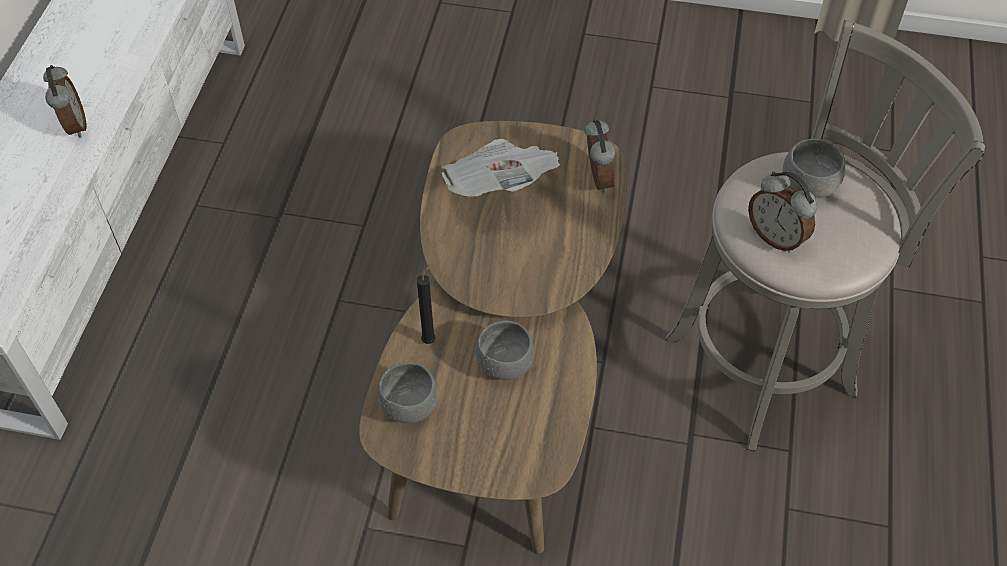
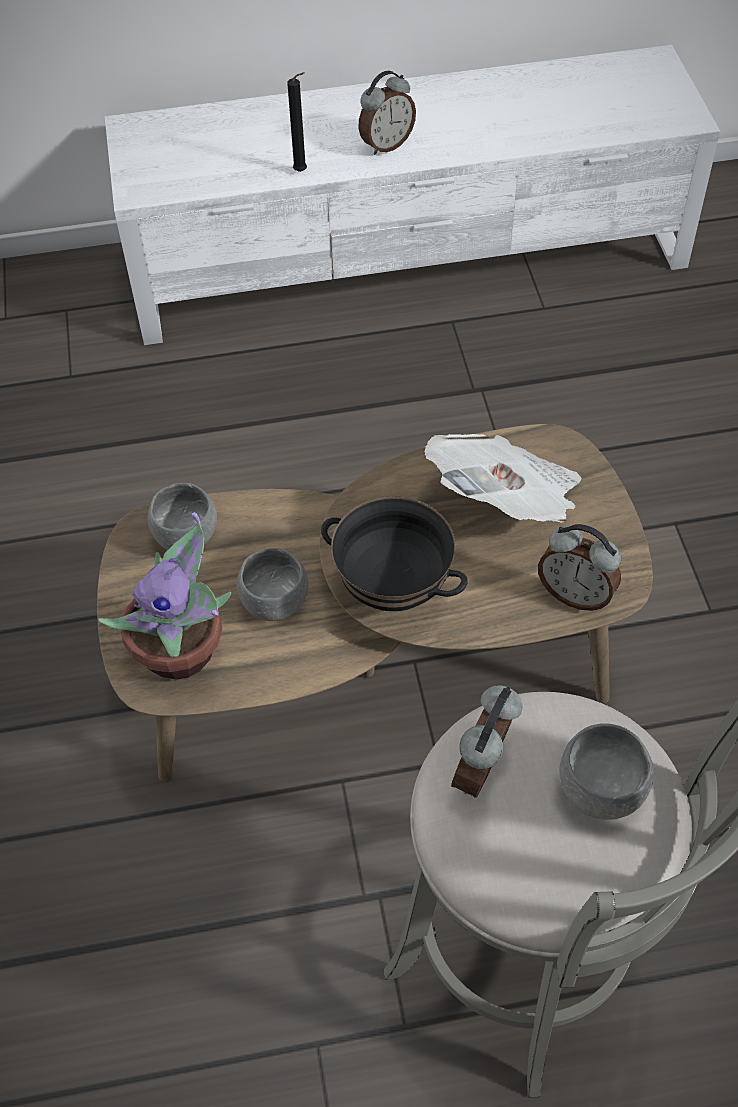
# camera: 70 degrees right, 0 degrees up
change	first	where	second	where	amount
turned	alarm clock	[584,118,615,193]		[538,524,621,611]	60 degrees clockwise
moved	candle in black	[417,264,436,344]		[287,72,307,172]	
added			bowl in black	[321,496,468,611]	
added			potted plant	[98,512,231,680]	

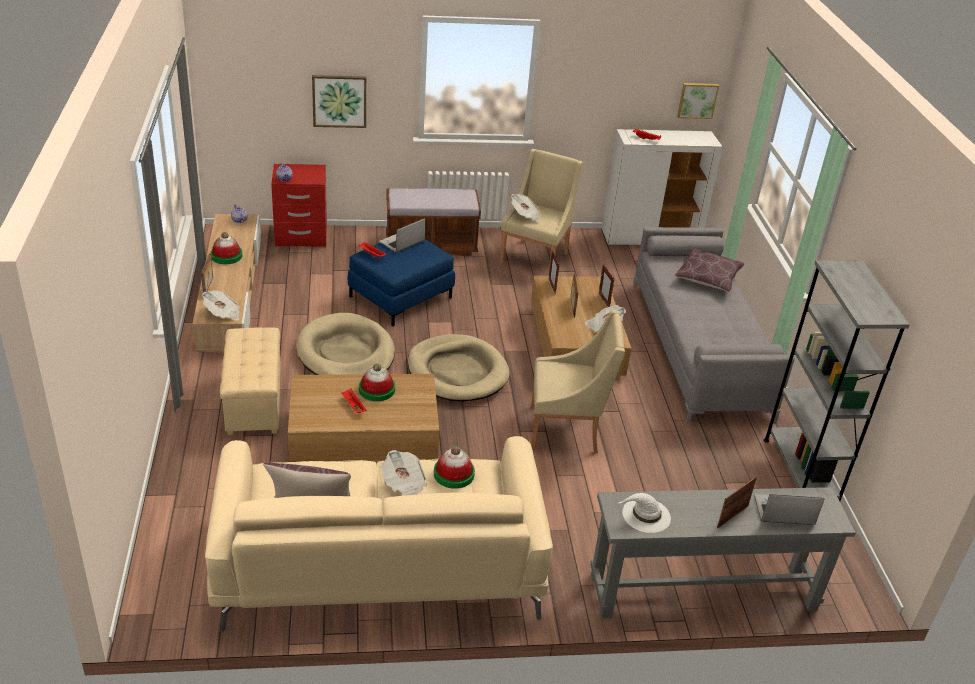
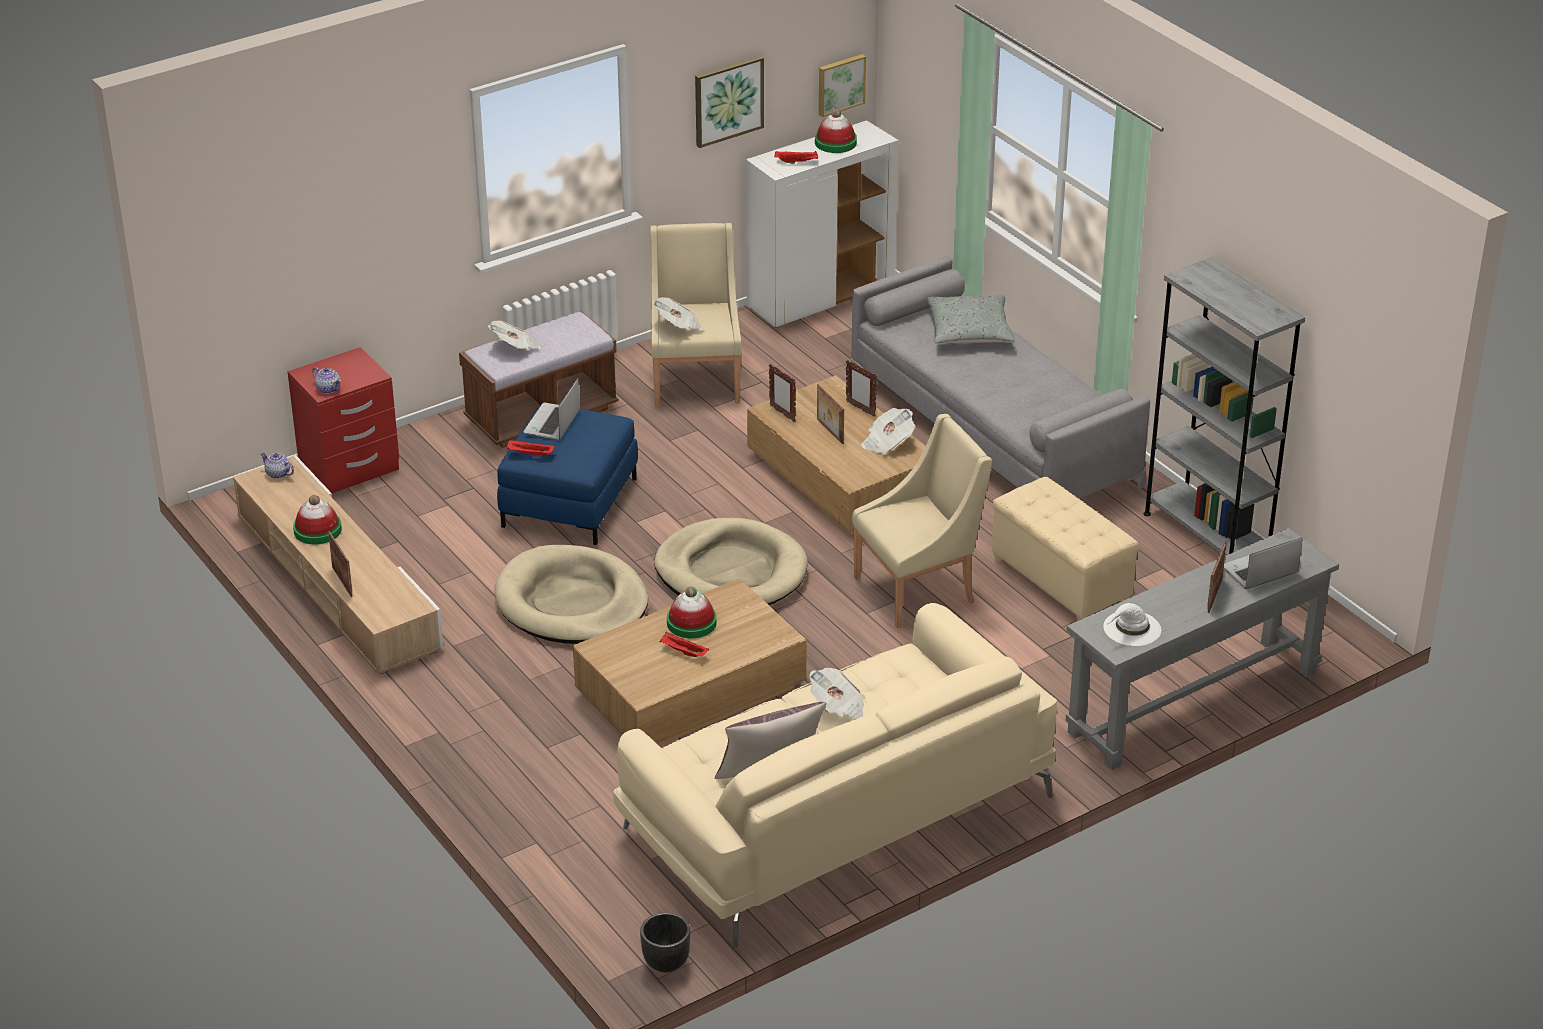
# camera: 25 degrees left, 0 degrees up
change	first	where	second	where	amount
moved	picture	[312,75,366,128]		[695,56,764,148]	
recoloured	pillow in brown	[675,248,745,292]	pillow in grey	[927,295,1015,344]	
moved	newspaper	[202,290,240,321]		[488,320,542,350]	
moved	ottoman in beige	[220,327,281,435]		[992,477,1139,621]	
moved	hat	[434,446,475,489]		[815,109,857,153]	
added			planter in black	[640,912,690,973]	

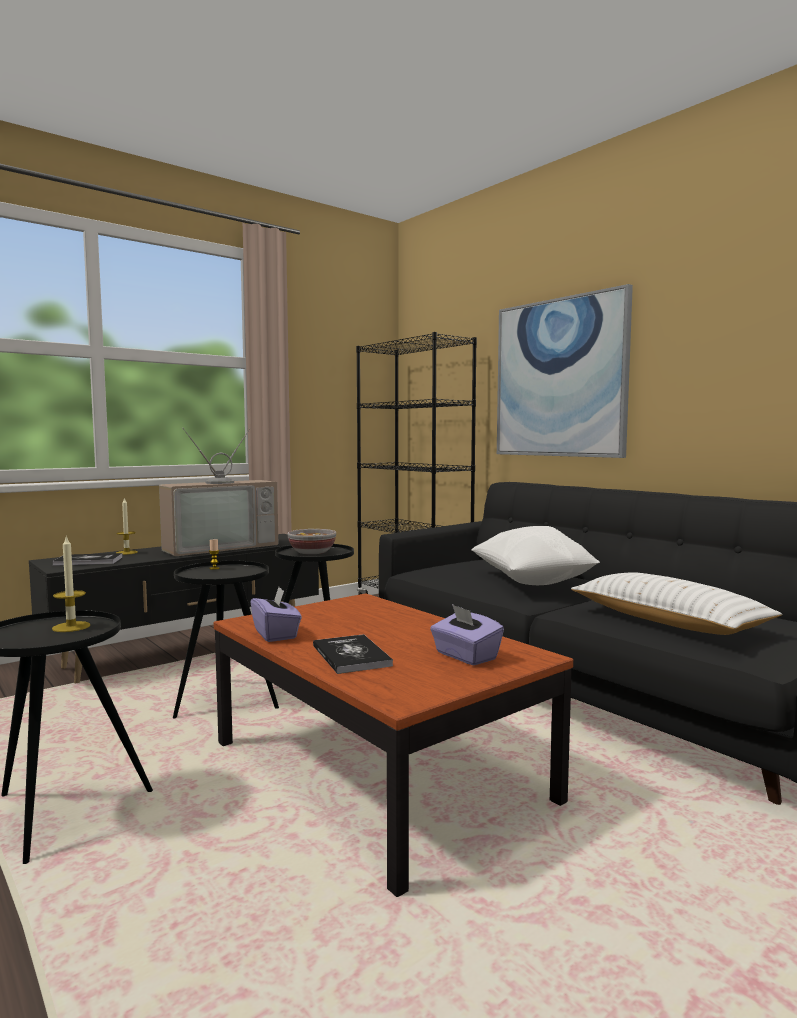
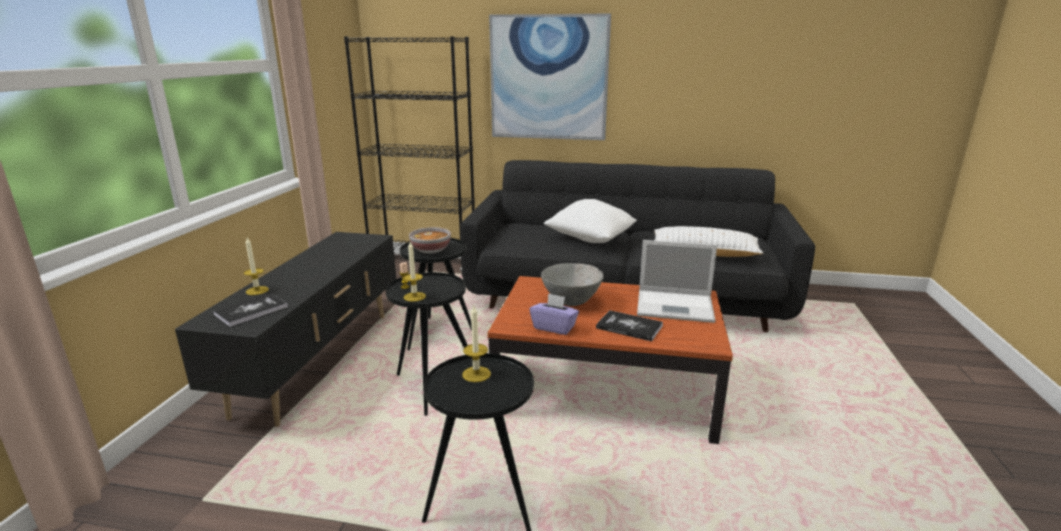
# camera: 40 degrees left, 15 degrees up
change	first	where	second	where	amount
removed	television	[159,428,278,556]			
replaced	tissue box in purple	[430,604,504,666]	laptop	[637,240,717,323]	
added			candle	[404,242,426,302]	
added			bowl in grey	[541,263,604,306]	

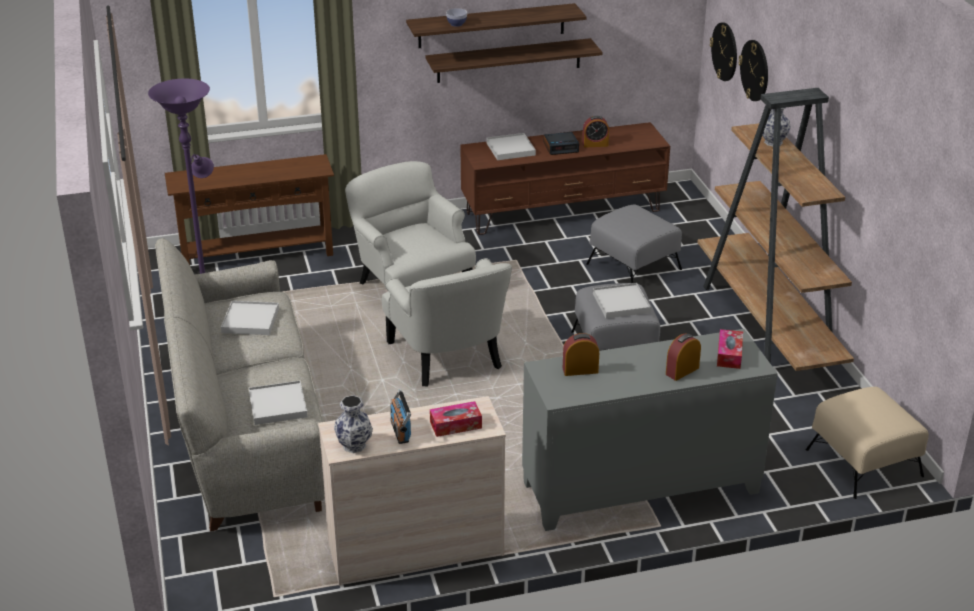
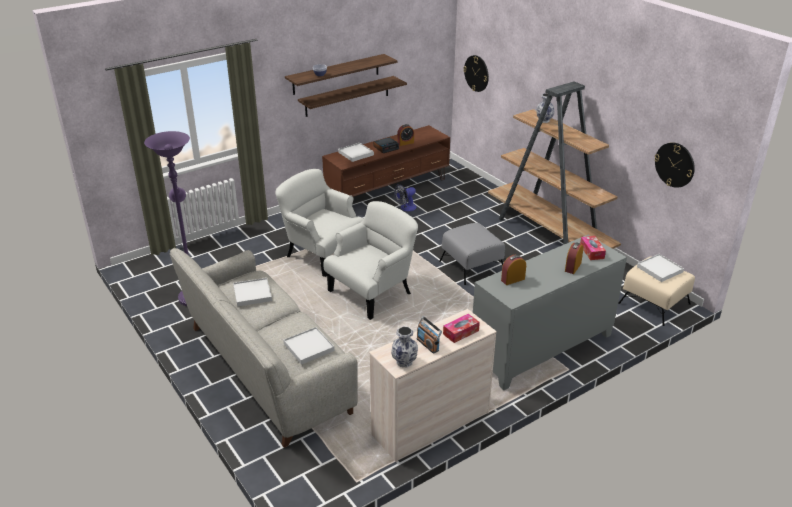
# camera: 20 degrees left, 0 degrees up
change	first	where	second	where	amount
moved	wall clock	[738,40,768,101]		[654,142,695,188]	
removed	console table in brown	[165,154,334,265]			
removed	ottoman in grey	[586,205,682,283]			
turned	armchair in white	[382,258,512,387]		[323,201,418,320]	90 degrees counterclockwise
moved	tray in white	[593,283,651,319]		[637,254,684,282]	
added			fan	[394,184,417,211]	

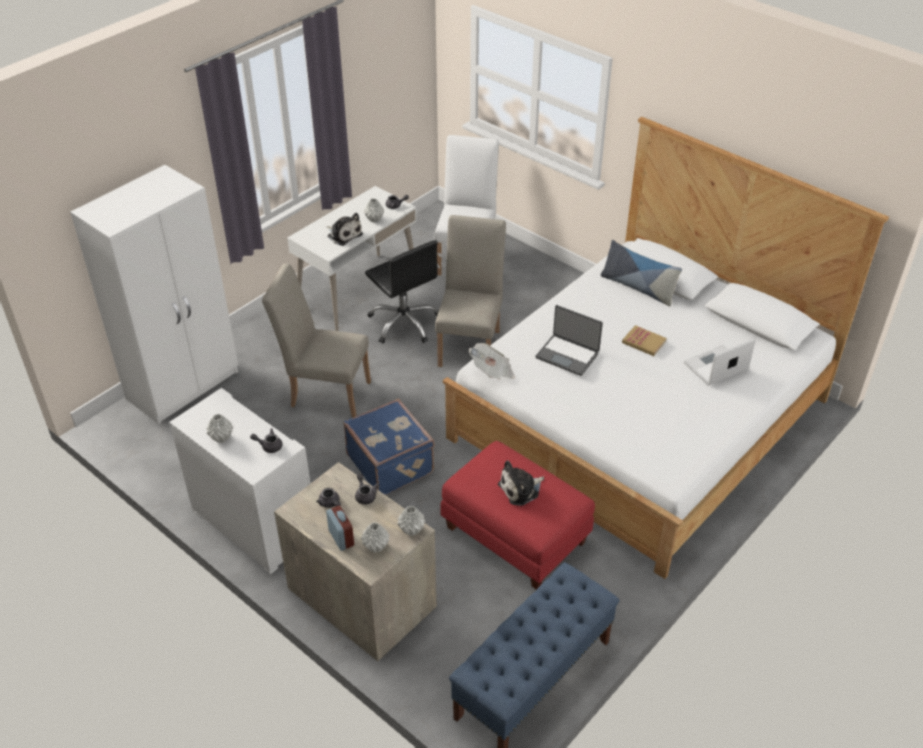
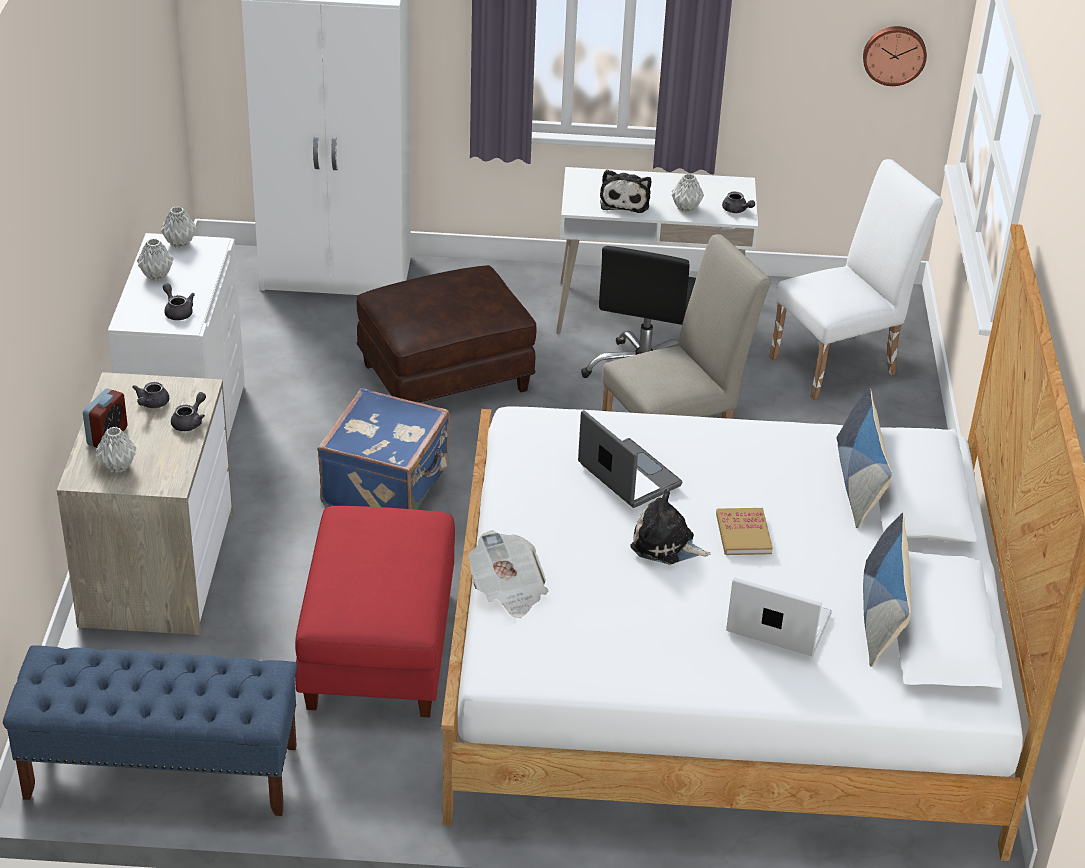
# camera: 50 degrees right, 5 degrees down
change	first	where	second	where	amount
replaced	chair in beige	[262,264,371,417]	ottoman in brown	[357,265,536,403]	
turned	laptop	[535,305,603,376]		[578,410,682,508]	150 degrees clockwise
moved	newspaper	[469,343,515,379]		[468,530,548,618]	
moved	plush toy	[498,460,544,506]		[631,489,711,564]	
moved	vase in grey	[397,506,426,536]		[161,207,196,248]	
added			wall clock	[863,26,927,86]	
added			pillow	[863,513,912,667]	

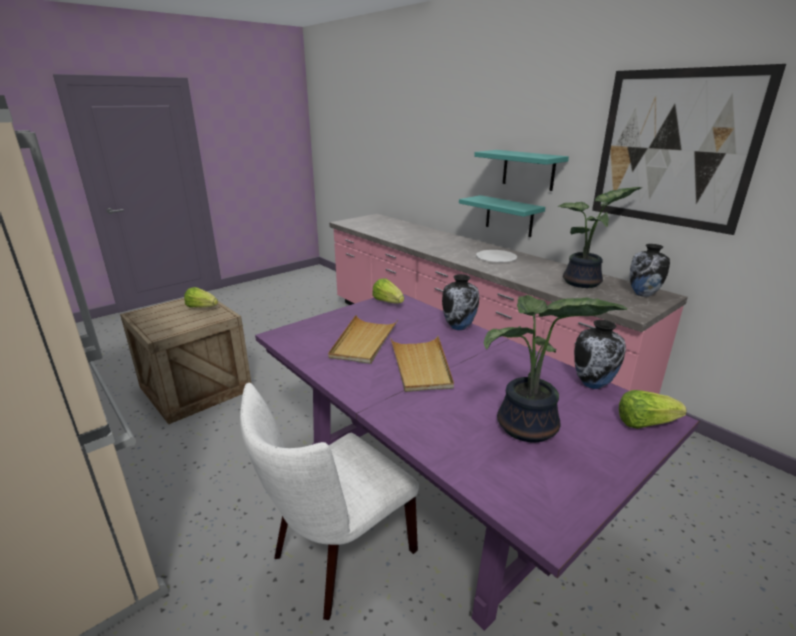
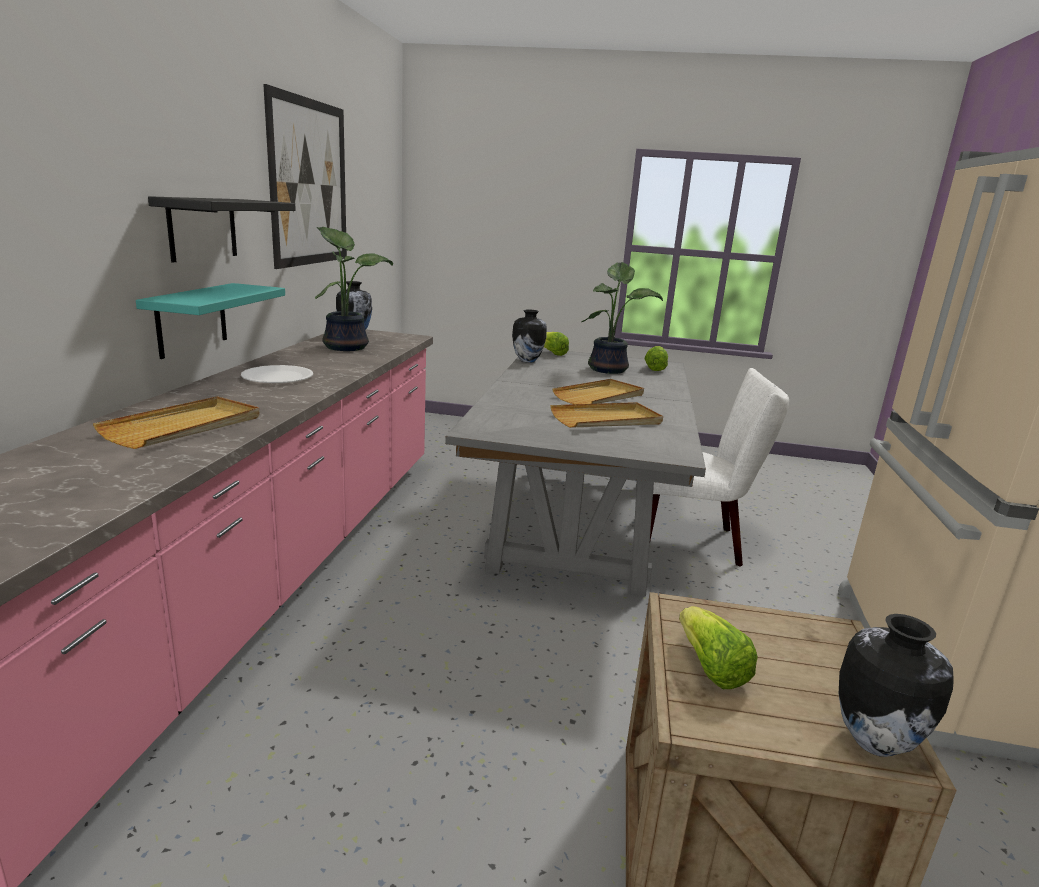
# camera: 130 degrees left, 5 degrees down
change	first	where	second	where	amount
recoloured	shelf in turquoise	[474,150,569,191]	shelf in black	[148,196,296,262]	
moved	vase	[442,274,479,330]		[839,614,954,757]	
moved	lettuce	[372,278,404,304]		[644,346,668,371]	
recoloured	dining table in purple	[255,293,699,631]	dining table in grey	[445,349,706,596]	
added			tray in beige	[93,396,260,449]	

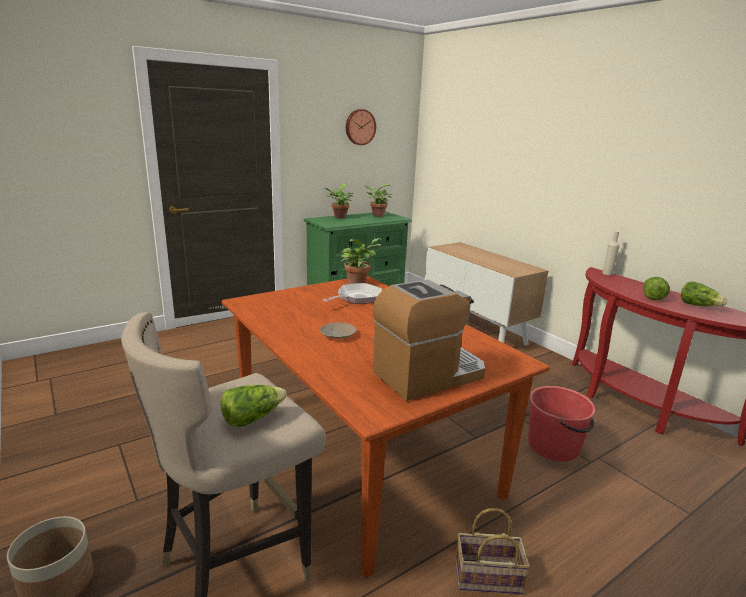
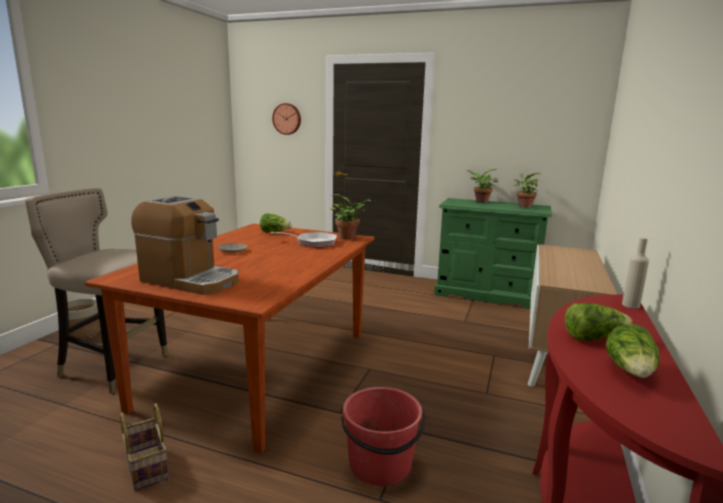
# camera: 55 degrees right, 5 degrees down
change	first	where	second	where	amount
moved	wall clock	[346,109,376,145]		[272,103,301,135]	
moved	lettuce	[221,385,287,427]		[260,213,292,233]	

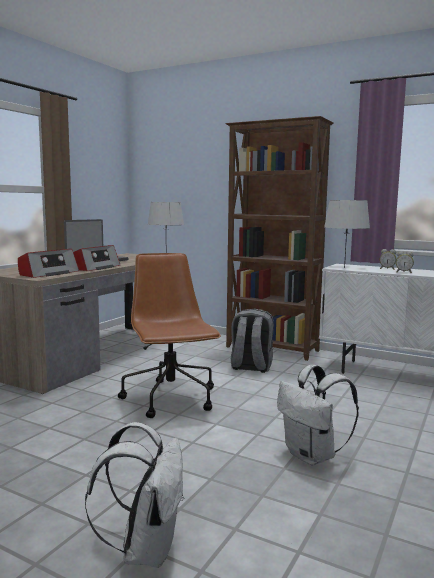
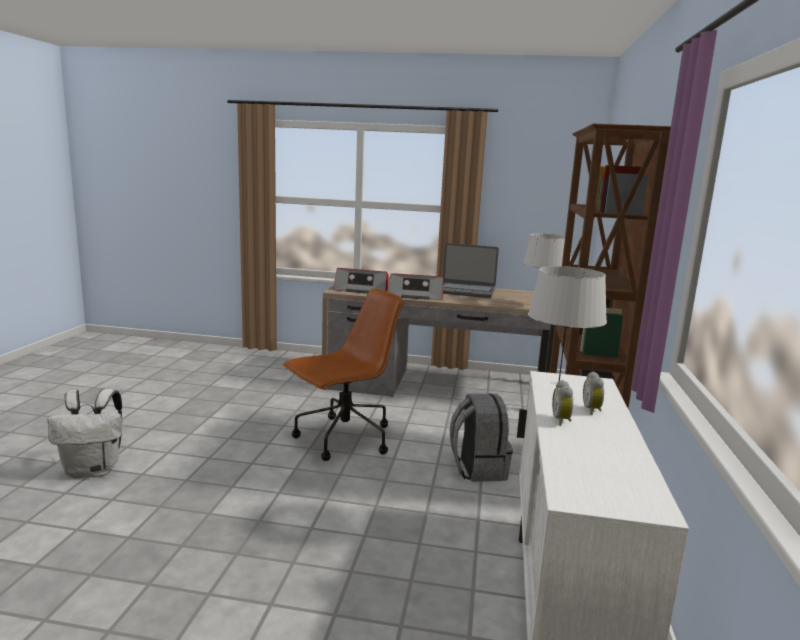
# camera: 70 degrees right, 5 degrees up
change	first	where	second	where	amount
removed	backpack in white	[277,365,359,465]			

